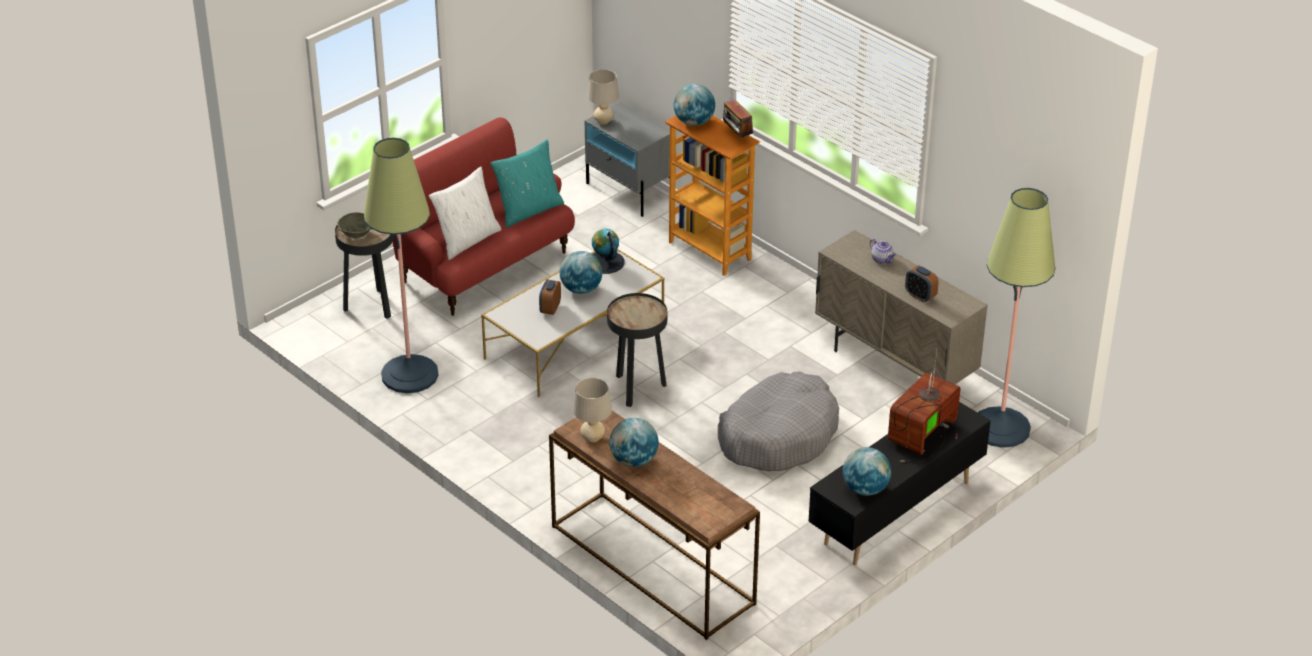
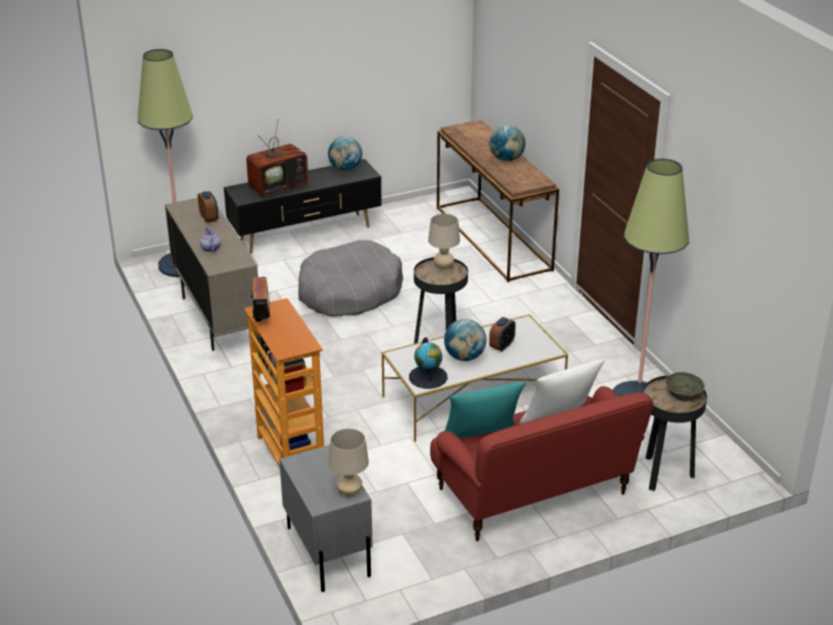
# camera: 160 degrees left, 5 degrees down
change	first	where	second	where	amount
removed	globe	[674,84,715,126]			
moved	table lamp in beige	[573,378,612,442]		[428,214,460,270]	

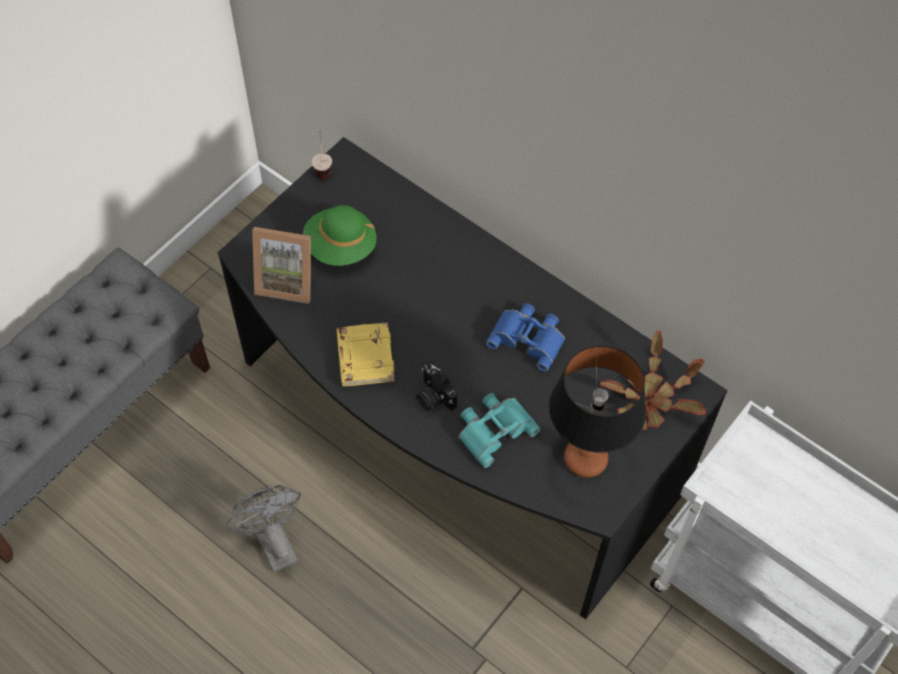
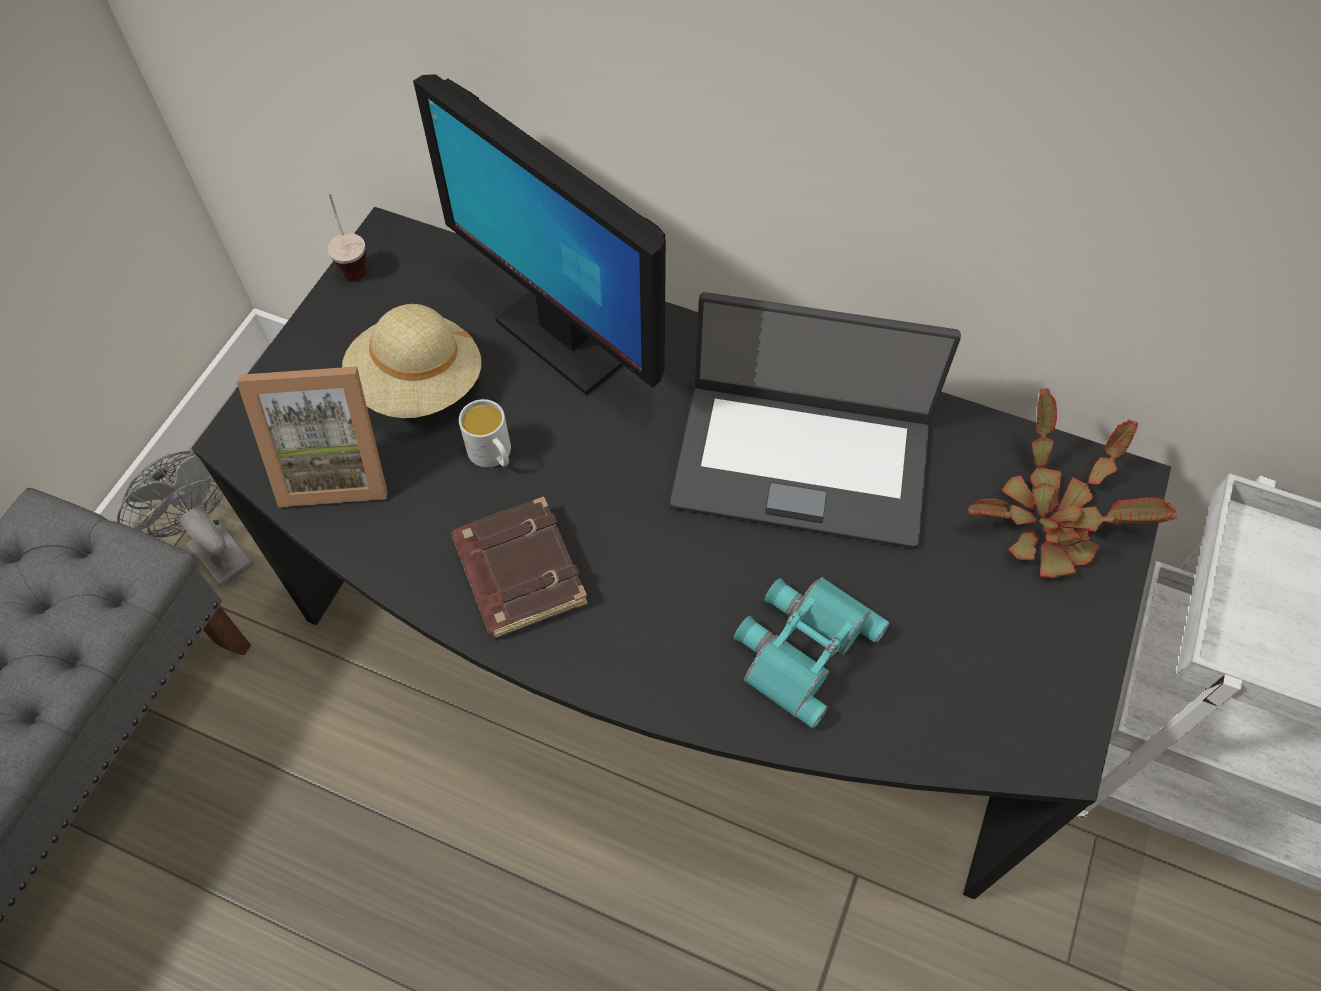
# camera: 15 degrees left, 0 degrees up
change	first	where	second	where	amount
recoloured	hat in green	[303,205,377,266]	hat in beige	[342,304,481,418]	
replaced	binoculars in blue	[486,303,565,372]	laptop	[670,292,961,548]	
recoloured	book in yellow	[336,322,395,386]	book in brown	[451,496,588,639]	
removed	table lamp	[549,345,646,478]			
removed	photo camera	[416,363,457,411]			
moved	fan in grey	[226,485,301,573]		[117,451,254,588]	
added			monitor	[413,74,666,395]	
added			mug in white	[459,399,511,467]	

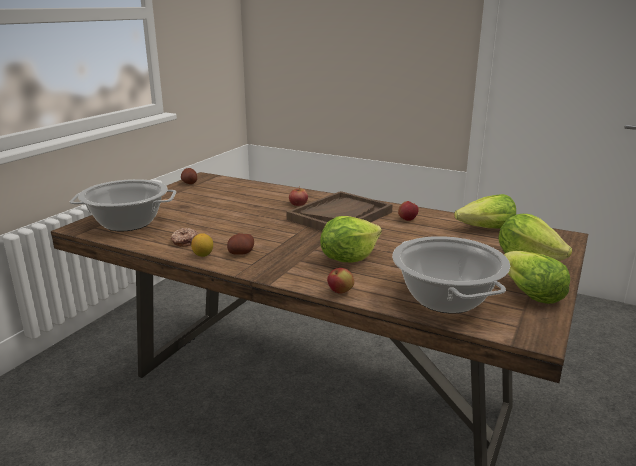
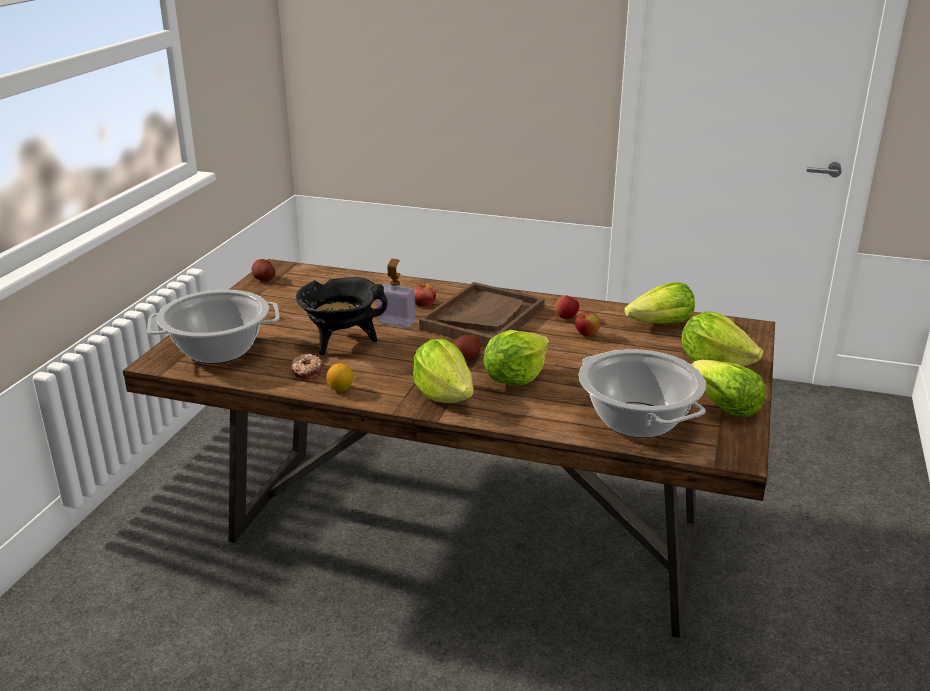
# camera: 10 degrees left, 5 degrees up
change	first	where	second	where	amount
moved	potato	[227,233,254,255]		[454,335,481,360]	
moved	apple	[327,268,354,294]		[575,311,600,336]	
added			soap dispenser	[376,259,415,328]	
added			cooking pot in black	[296,277,387,355]	
added			lettuce	[413,339,474,403]	

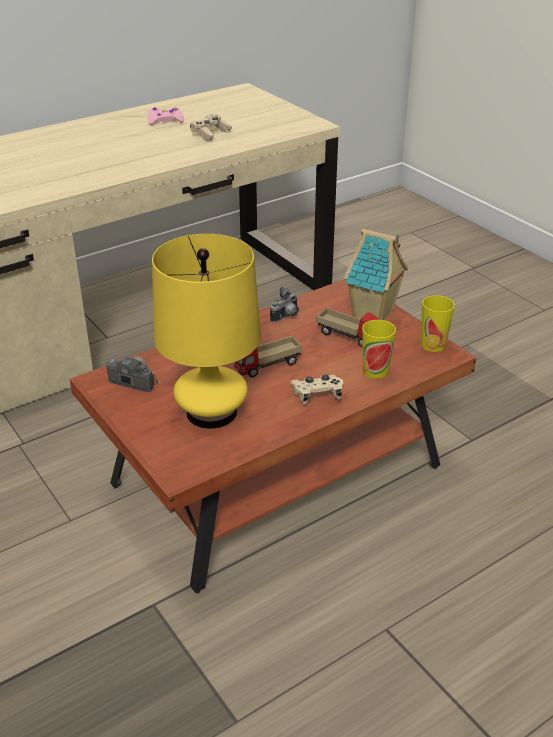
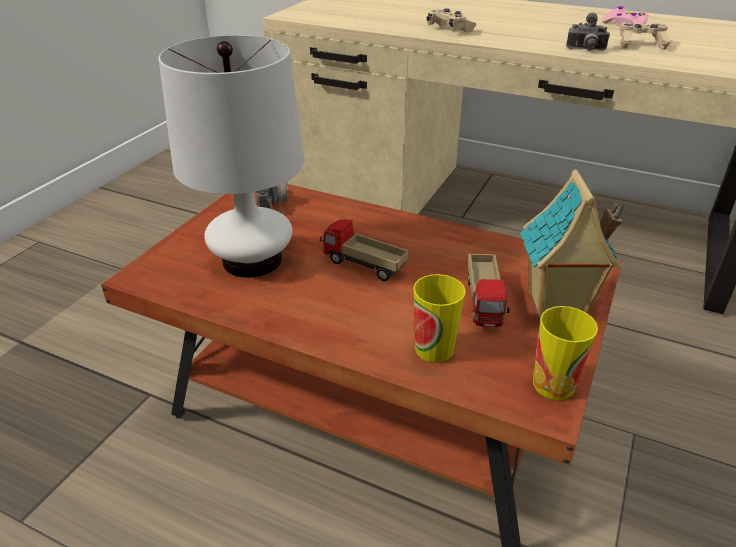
# camera: 60 degrees right, 0 degrees up
change	first	where	second	where	amount
recoloured	table lamp in yellow	[152,234,261,429]	table lamp in white	[158,35,304,278]	
moved	photo camera	[270,287,299,322]		[566,13,610,51]	
moved	game controller in beige	[290,374,344,404]		[427,8,476,33]	

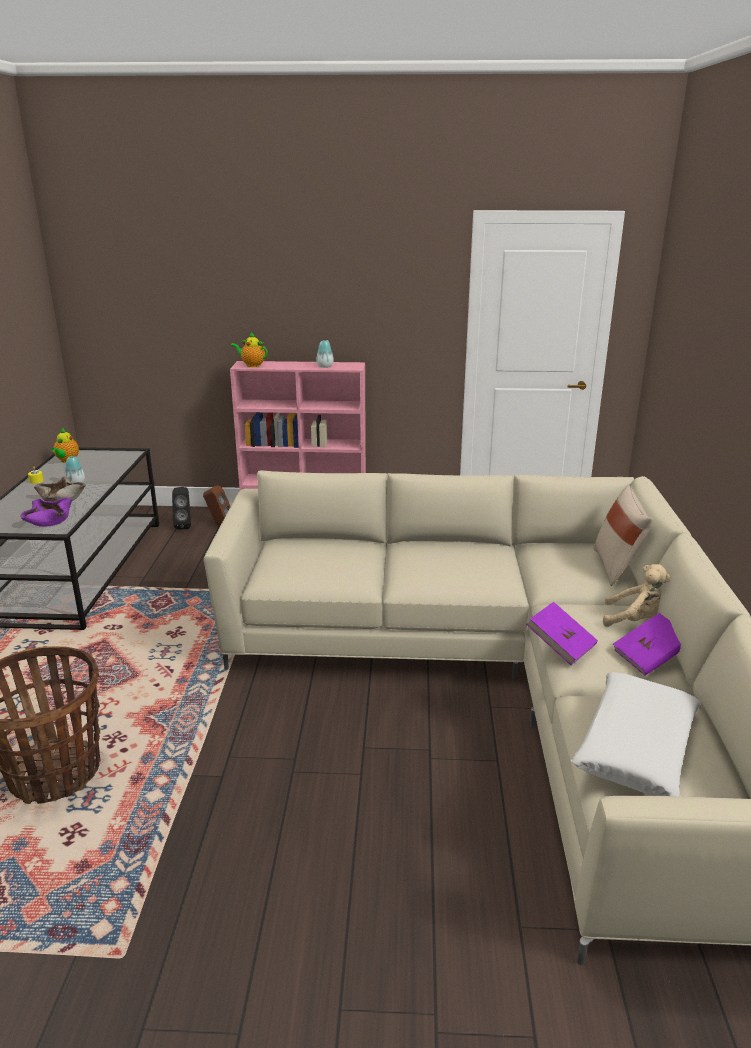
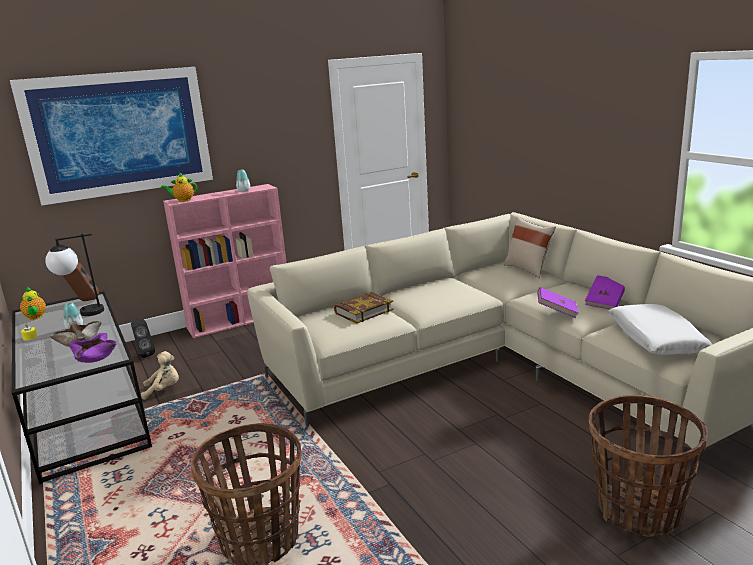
# camera: 30 degrees left, 5 degrees down
change	first	where	second	where	amount
moved	speaker in brown	[203,485,231,526]		[63,263,99,301]	
moved	plush toy in beige	[603,564,671,627]		[141,351,179,400]	
added			picture	[10,67,213,206]	
added			table lamp	[45,234,104,316]	
added			book	[334,292,394,324]	
added			basket	[589,395,708,537]	

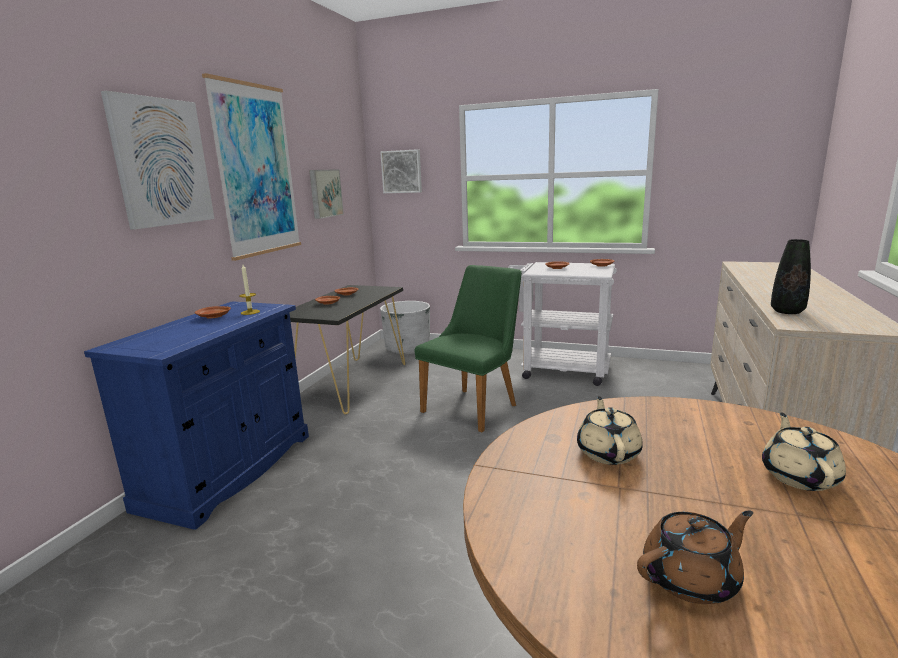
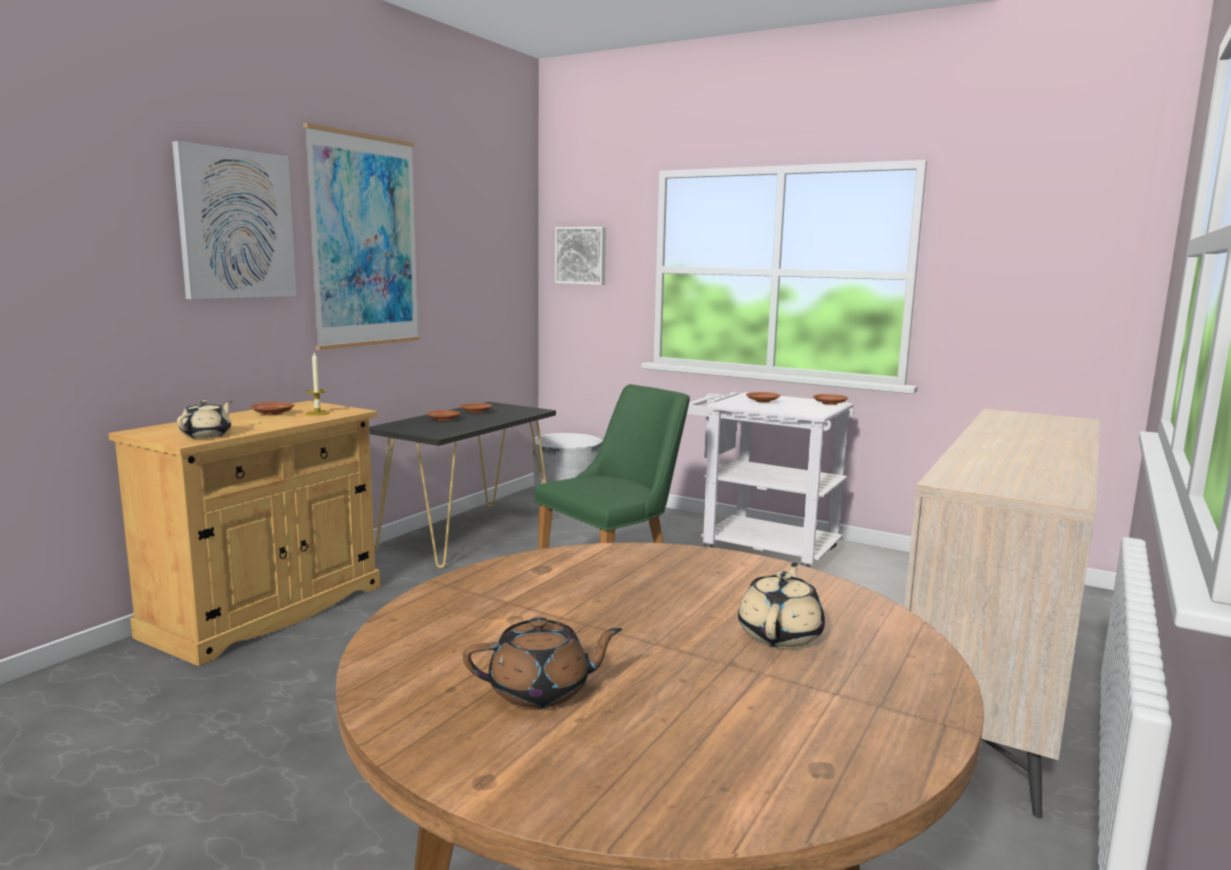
# camera: 10 degrees right, 5 degrees down
change	first	where	second	where	amount
removed	picture	[309,169,344,219]			
removed	vase in black	[771,239,811,314]			
recoloured	cabinet in blue	[84,301,309,530]	cabinet in beige	[108,401,380,666]	
moved	teapot in beige	[577,396,643,465]		[177,399,232,439]	

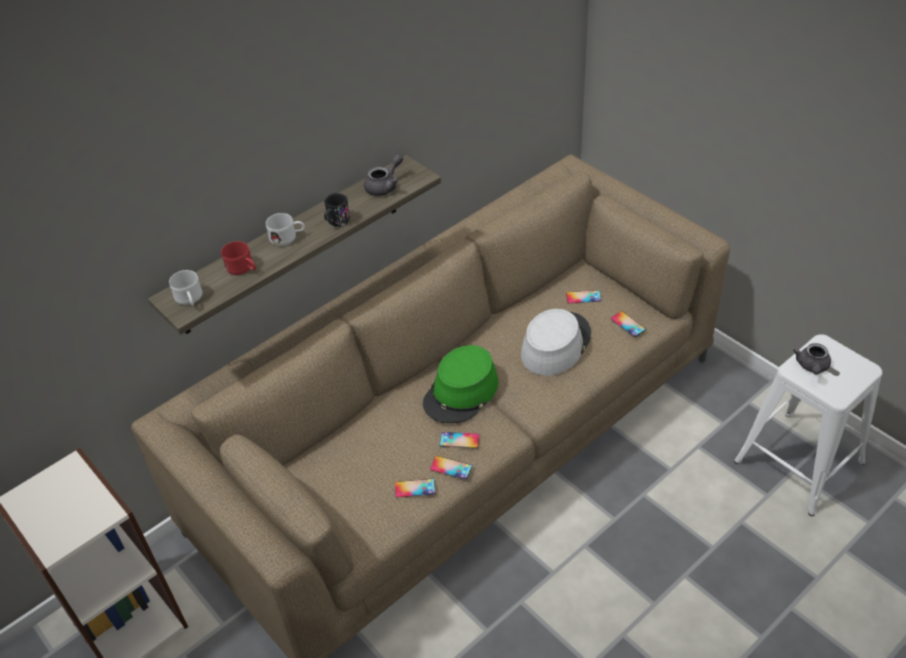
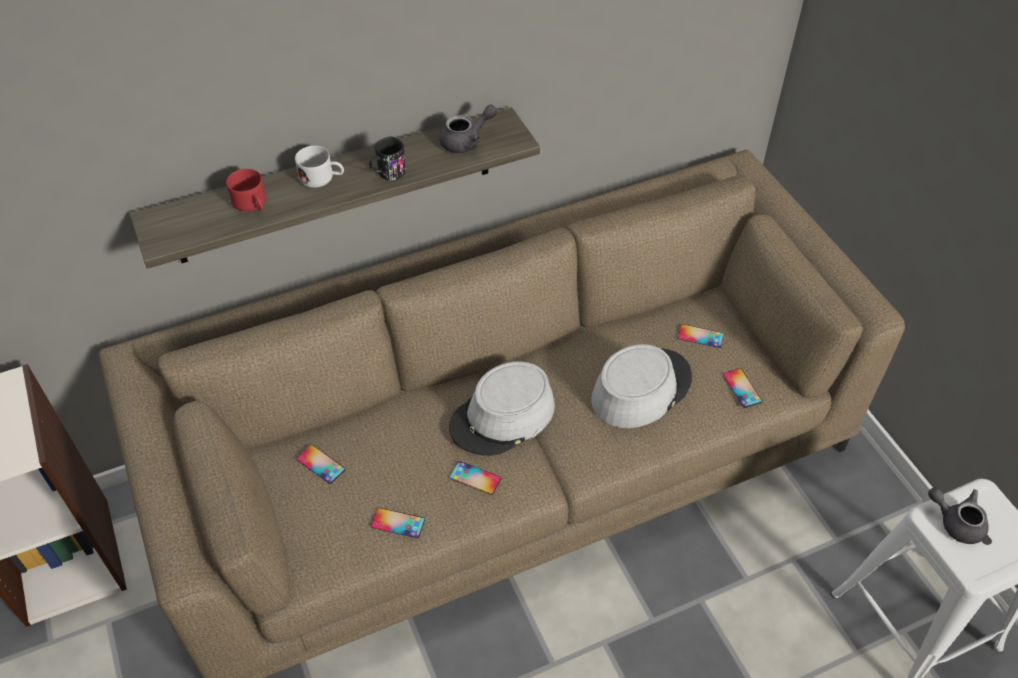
# camera: 15 degrees right, 5 degrees up
change	first	where	second	where	amount
removed	mug in white	[169,270,202,306]			
turned	teapot in grey	[793,343,831,374]		[928,488,989,544]	90 degrees clockwise
recoloured	hat in green	[423,345,498,423]	hat in grey	[449,361,555,456]	
moved	phone	[430,456,472,479]		[297,445,345,484]	

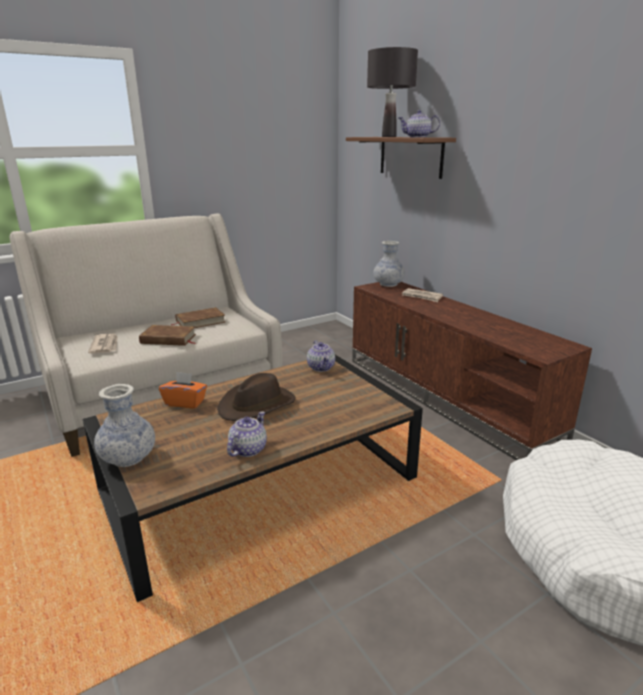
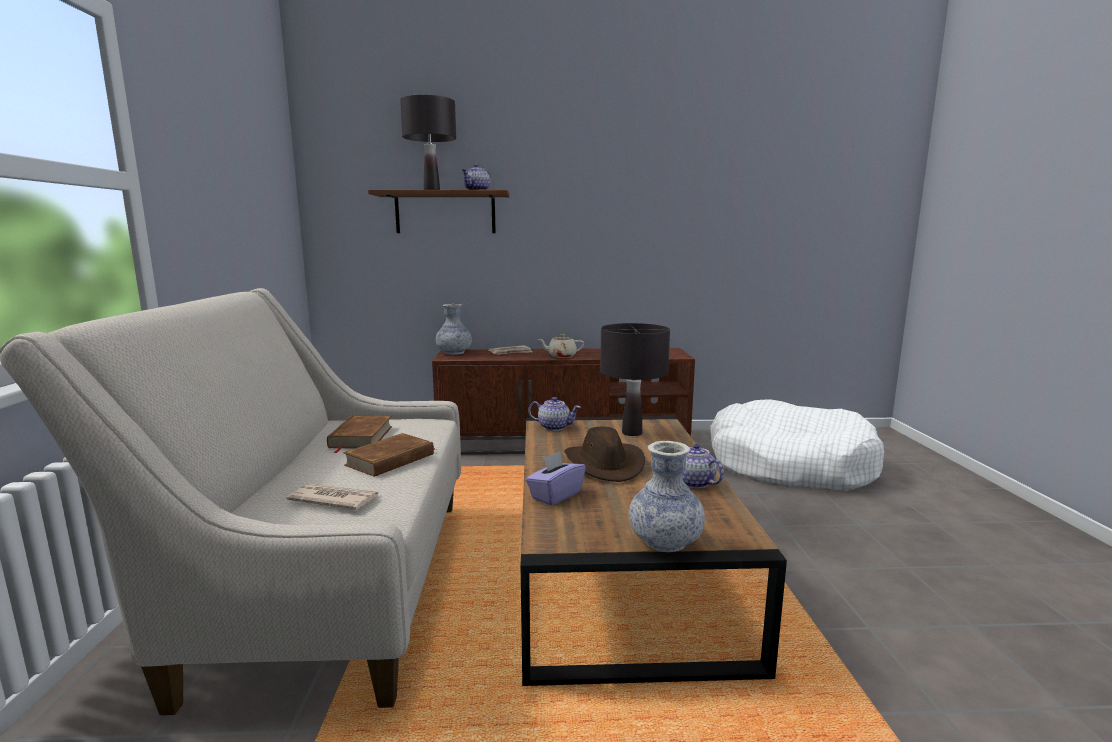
# camera: 60 degrees left, 10 degrees down
change	first	where	second	where	amount
recoloured	tissue box in orange	[159,372,207,408]	tissue box in purple	[526,451,586,506]	
added			table lamp in black	[600,323,670,436]	
added			teapot in beige	[538,334,584,358]	

